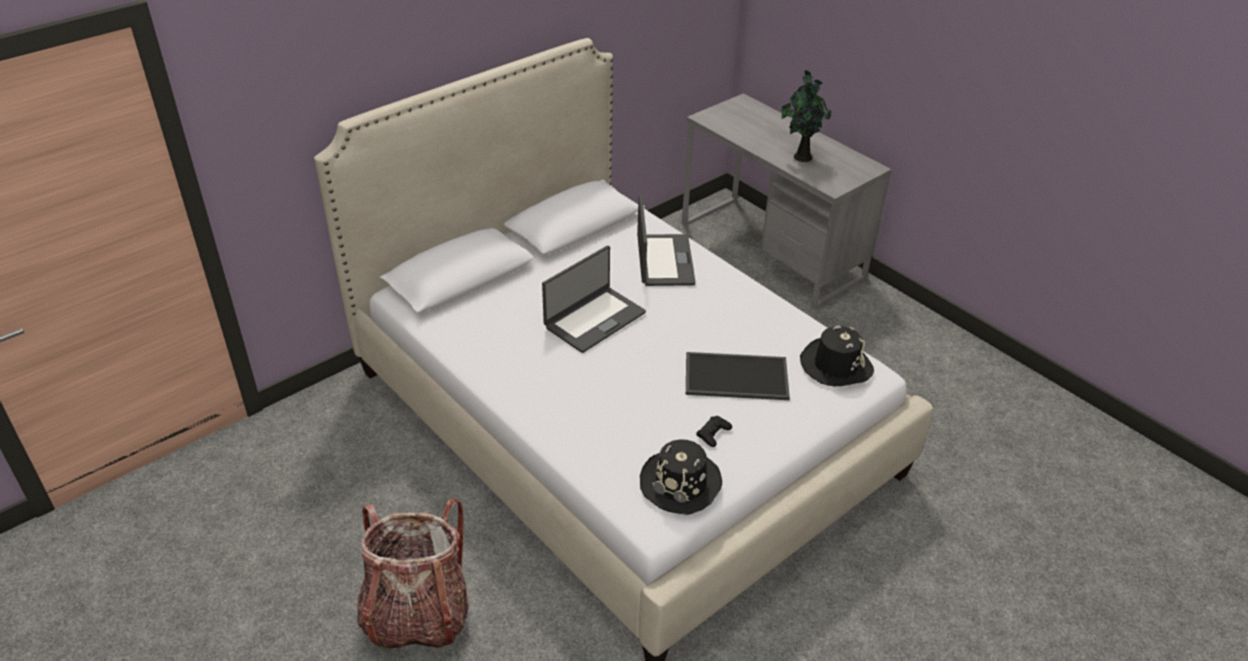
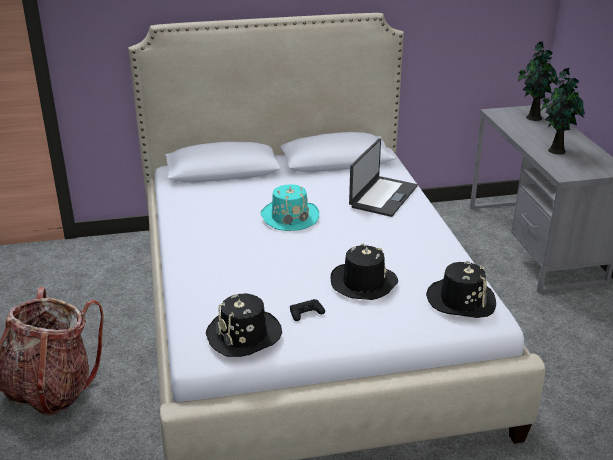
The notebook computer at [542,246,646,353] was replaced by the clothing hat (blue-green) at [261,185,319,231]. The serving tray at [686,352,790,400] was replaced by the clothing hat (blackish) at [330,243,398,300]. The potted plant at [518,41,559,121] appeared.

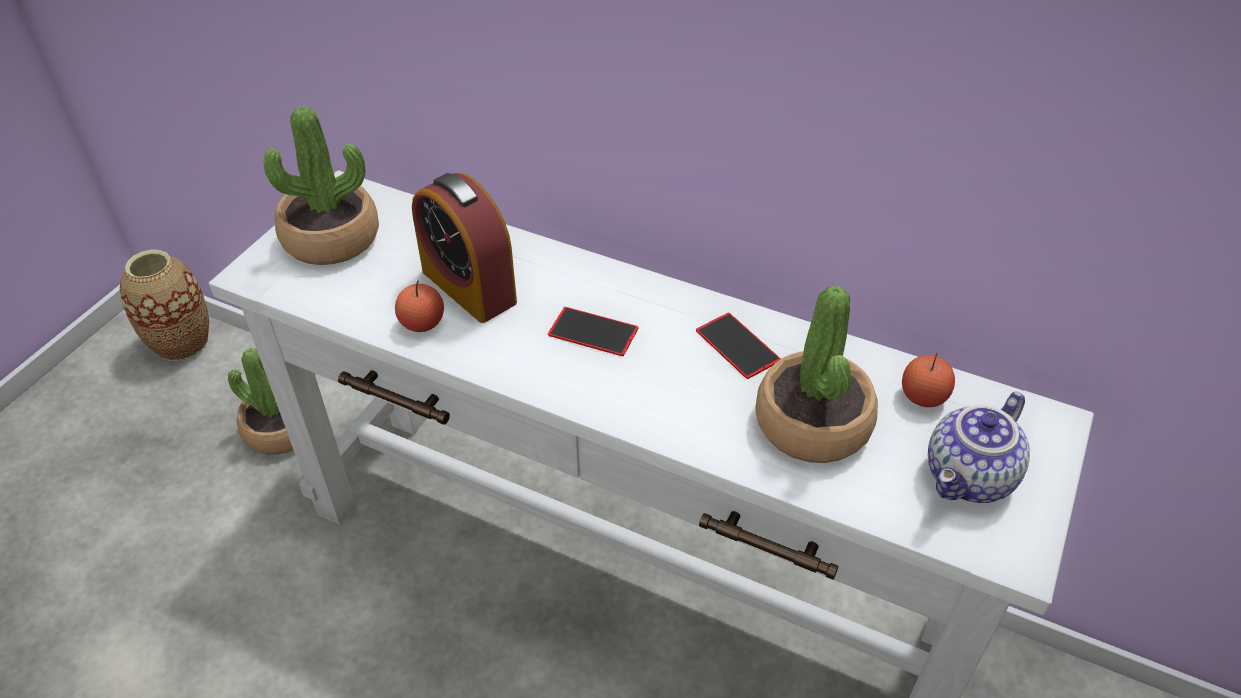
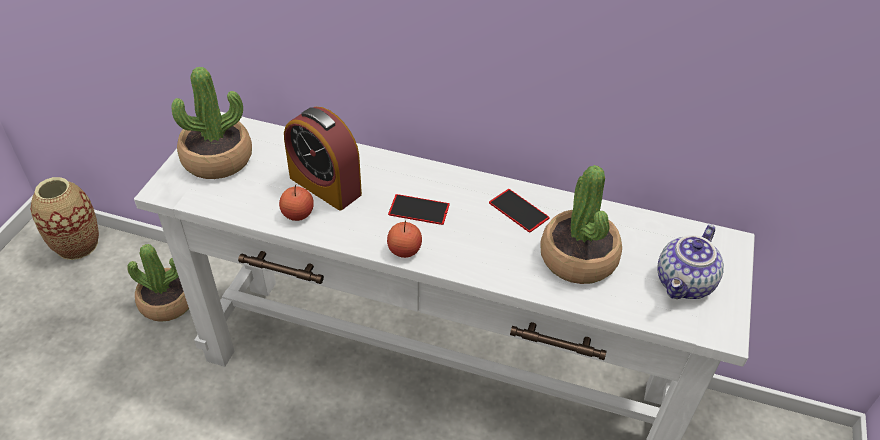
The apple moved from [902,353,955,407] to [387,220,422,258].

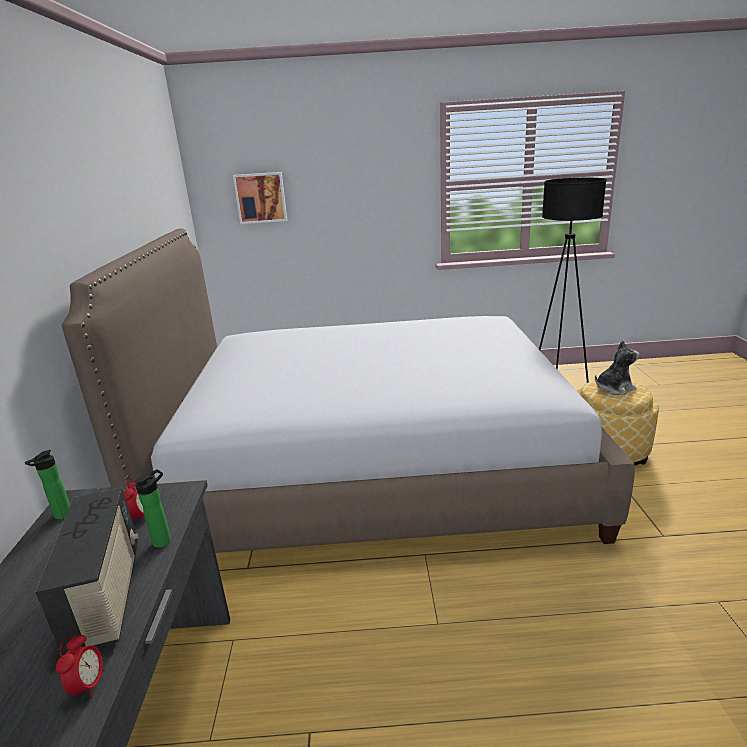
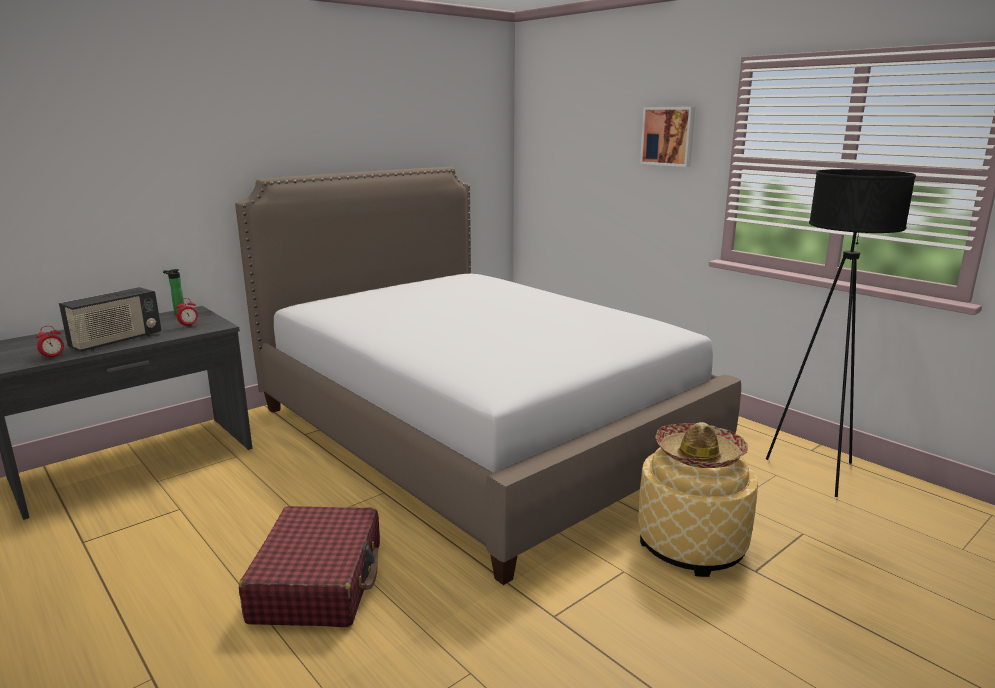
The beverage bottle at [135,469,171,548] disappeared. The wall picture moved from [233,172,287,224] to [640,107,695,167]. The plush toy at [595,340,640,395] was replaced by the clothing hat at [655,422,748,468]. The travel case (red-coloured) at [239,506,380,627] appeared.

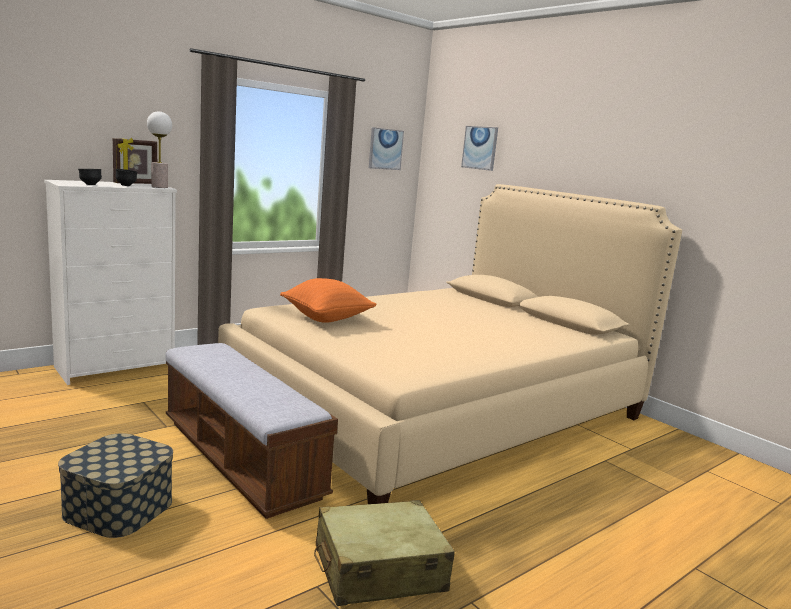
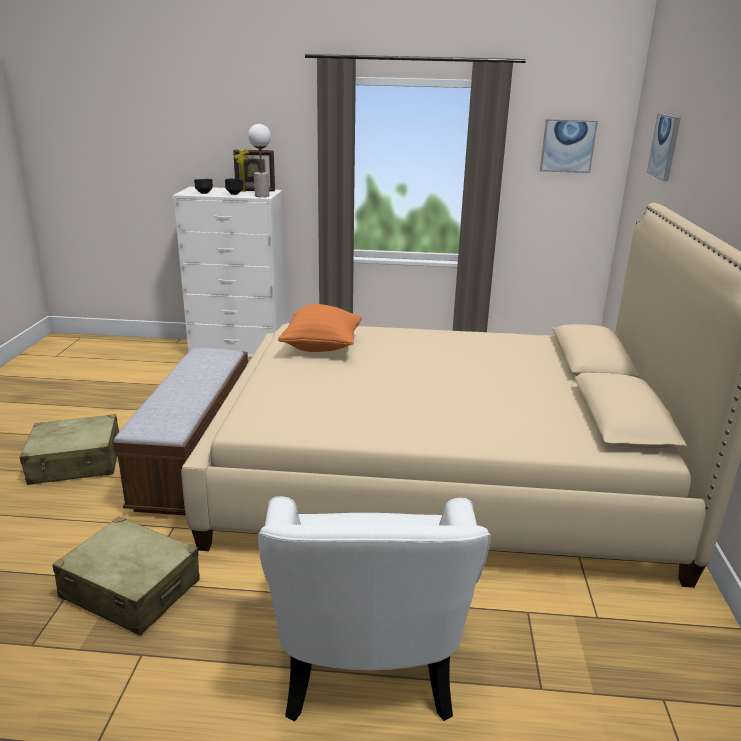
The storage bin at [58,433,173,538] was replaced by the travel case (sand-coloured) at [20,414,119,485]. The lounge chair (whitish) at [258,496,491,721] appeared.

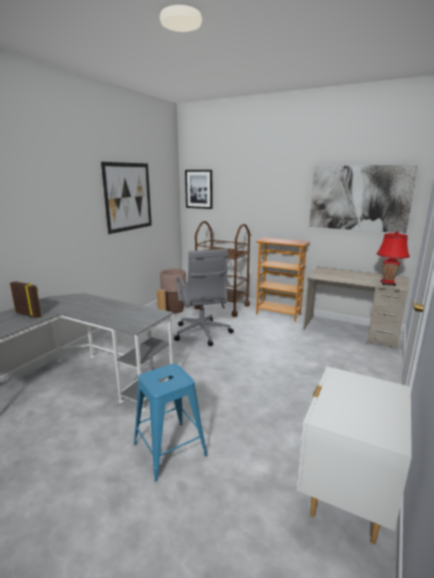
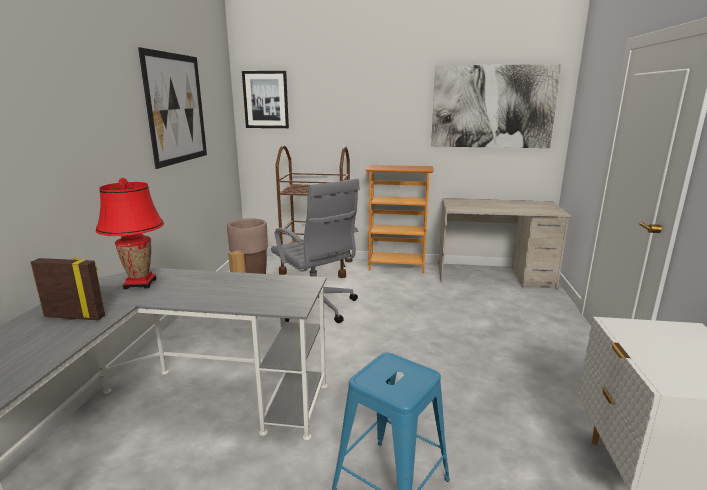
The lamp for a table (red-coloured) moved from [376,231,410,286] to [96,178,164,289].

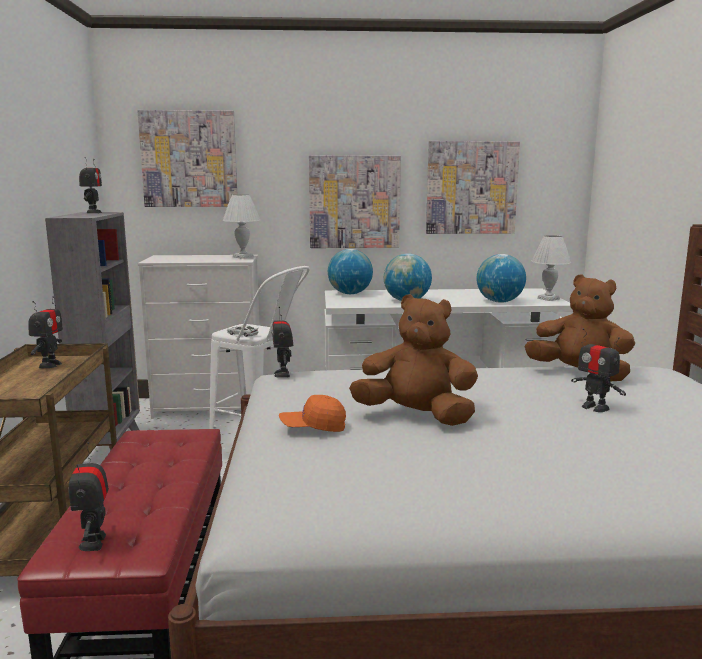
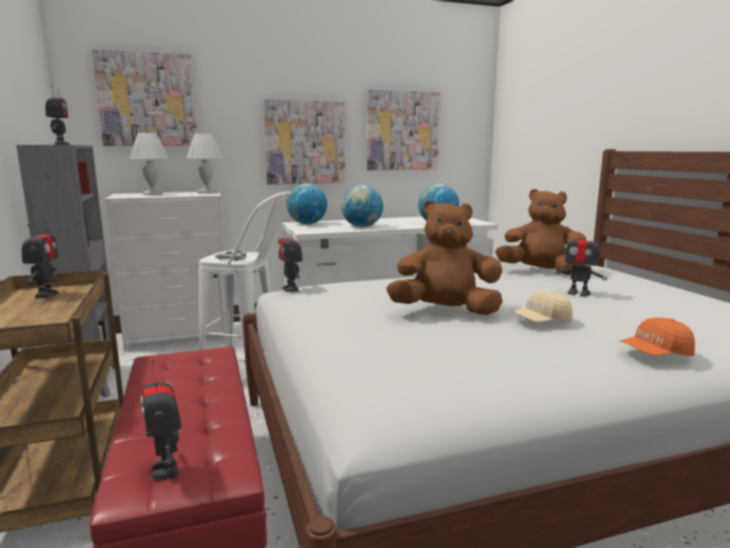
The peaked cap (orange) moved from [279,395,346,432] to [620,317,695,356]. The lamp for a table (whitish) moved from [531,235,571,301] to [129,133,169,196]. The peaked cap (sand-coloured) at [512,291,573,322] appeared.

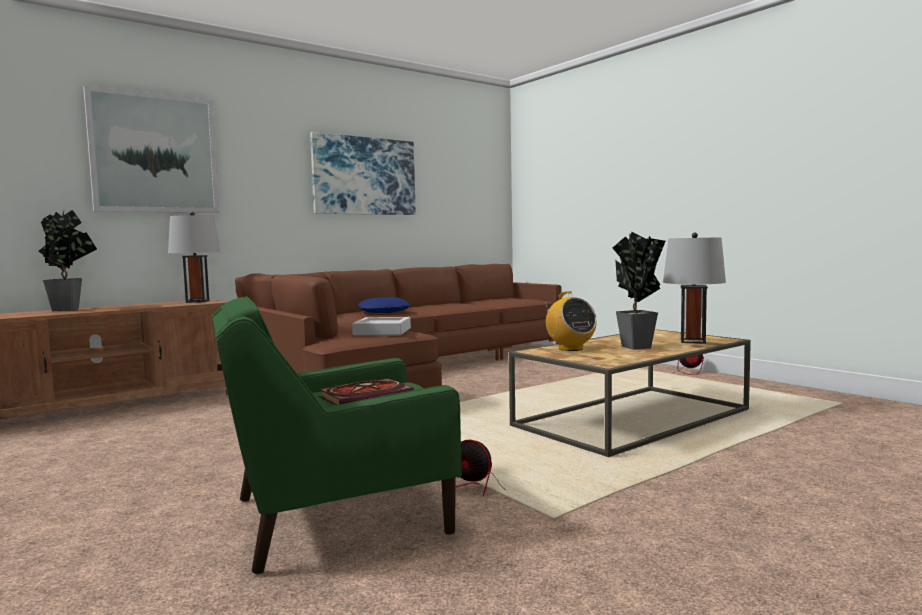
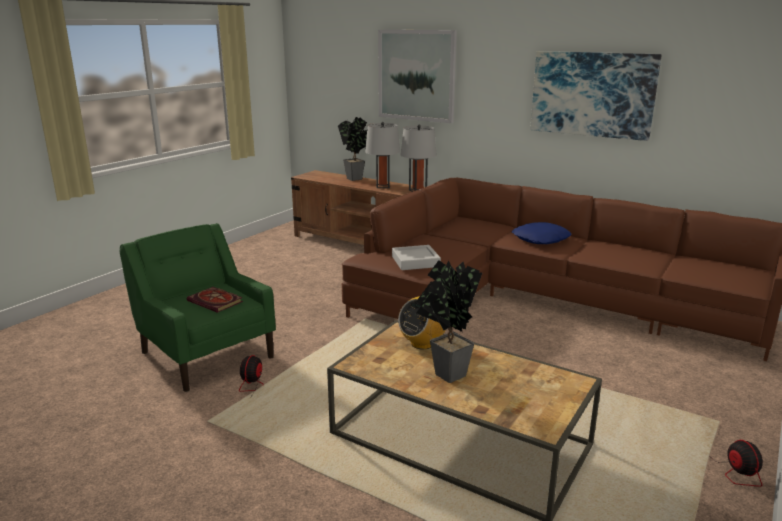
The lamp for a table (gray) moved from [663,232,726,344] to [365,122,400,188].

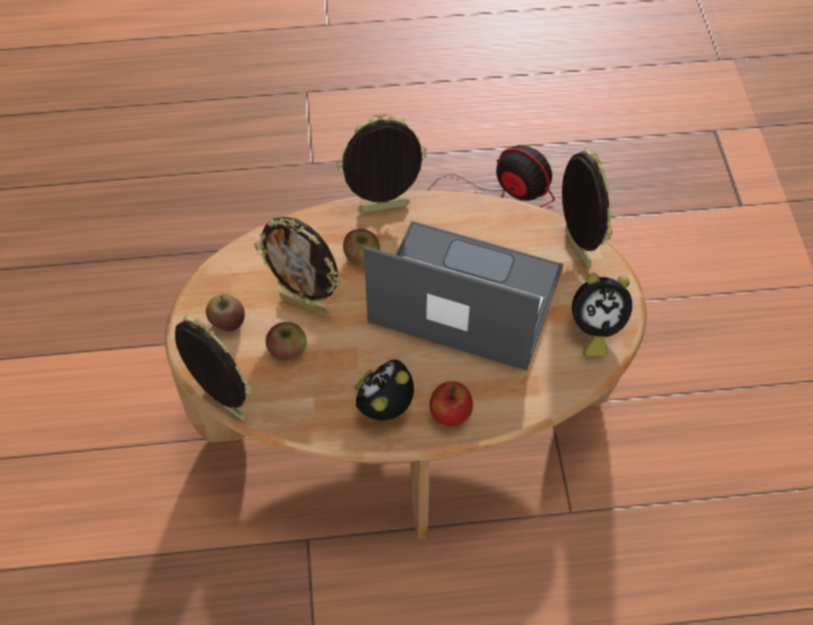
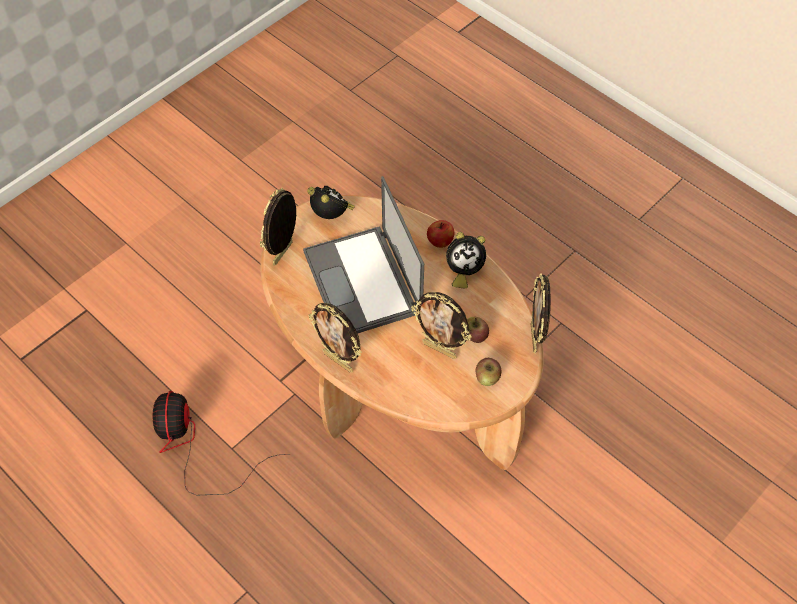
The standing frame at [254,217,342,317] turned 135 degrees clockwise. The apple at [343,229,380,266] disappeared.

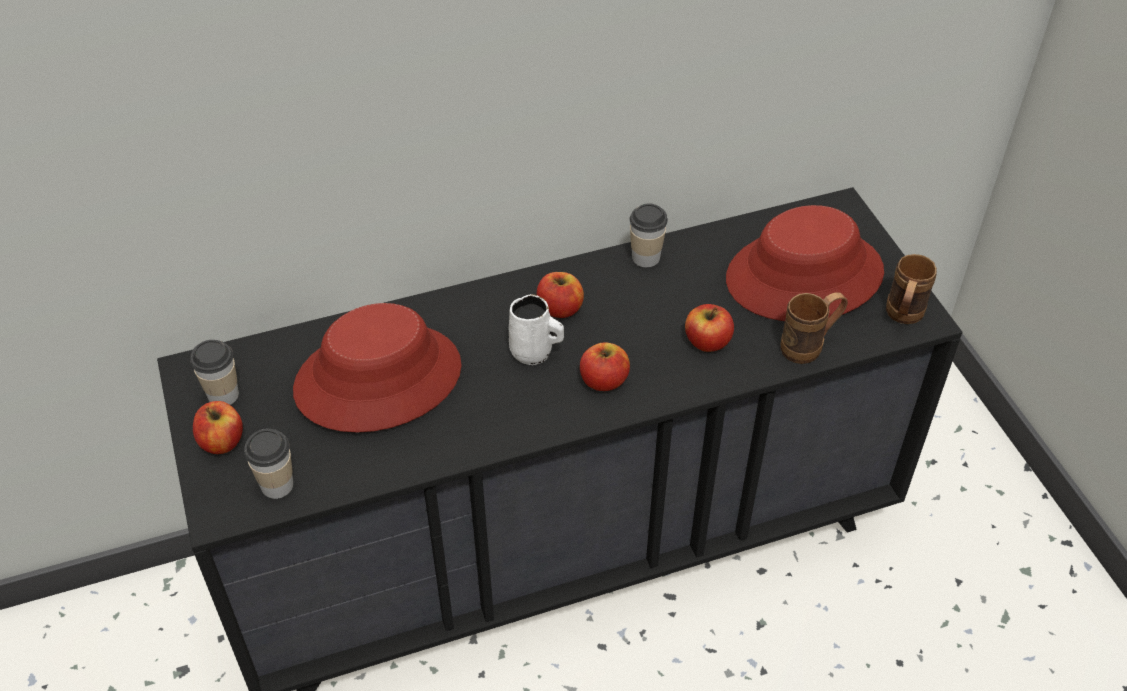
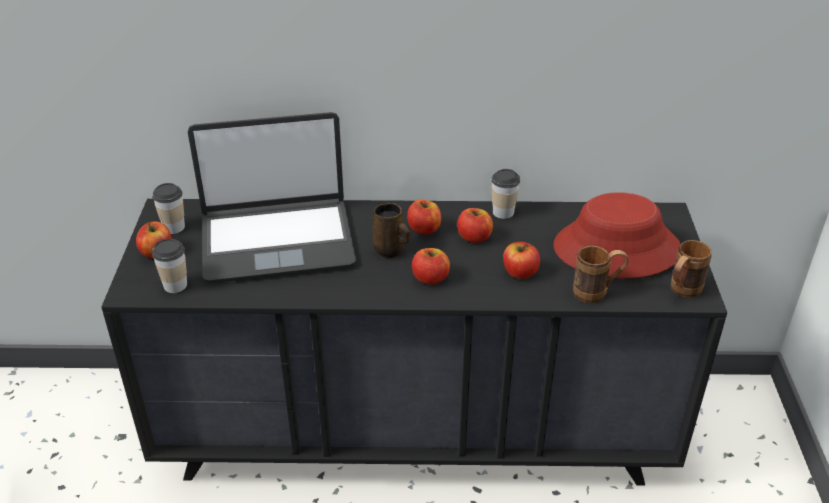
The clothing hat (red-coloured) at [293,303,462,433] was replaced by the notebook computer at [188,112,356,283]. The tea mug (whitish) at [509,294,564,365] became the tea mug (brown) at [372,203,410,258]. The apple at [457,208,493,243] appeared.

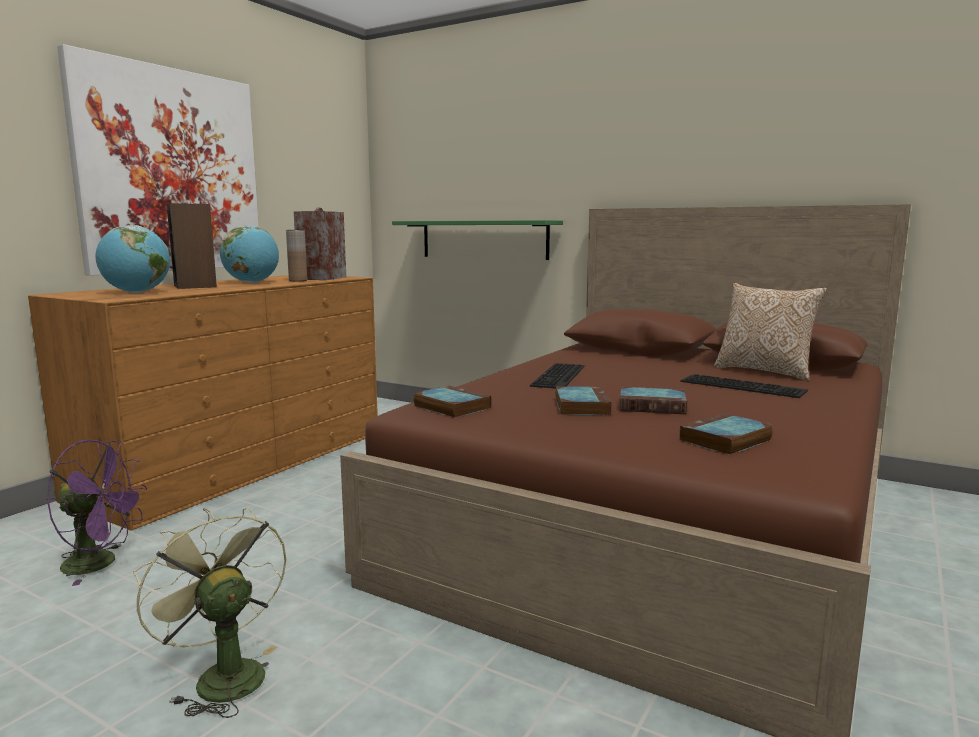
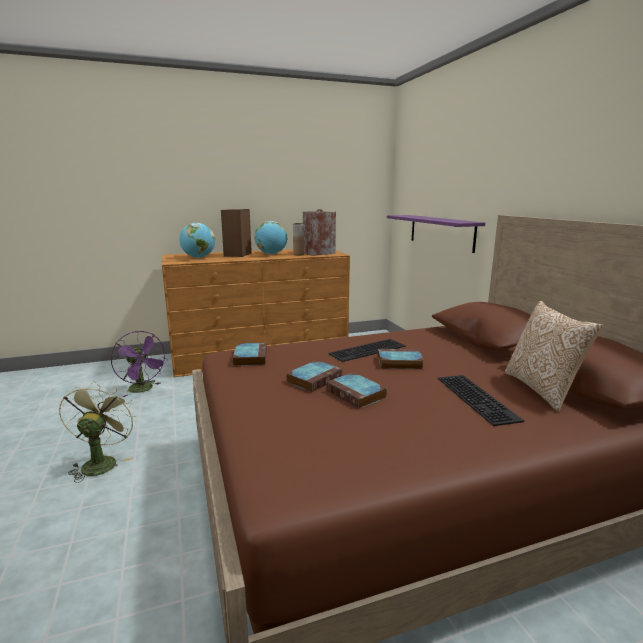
The wall picture at [57,44,259,276] disappeared. The shelf (green) at [392,220,563,260] became the shelf (purple) at [387,215,485,253]. The book moved from [680,413,773,455] to [378,349,424,369].

